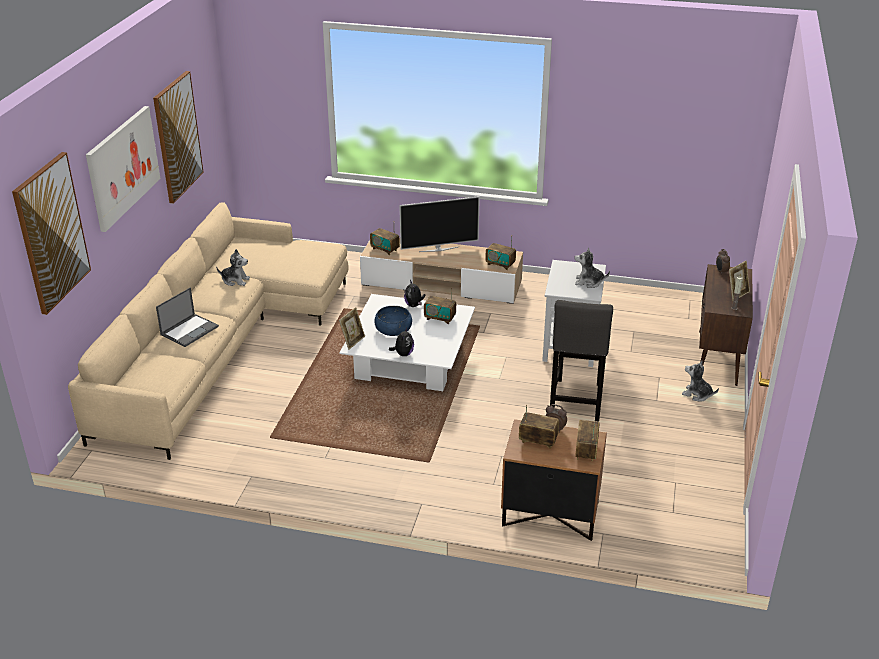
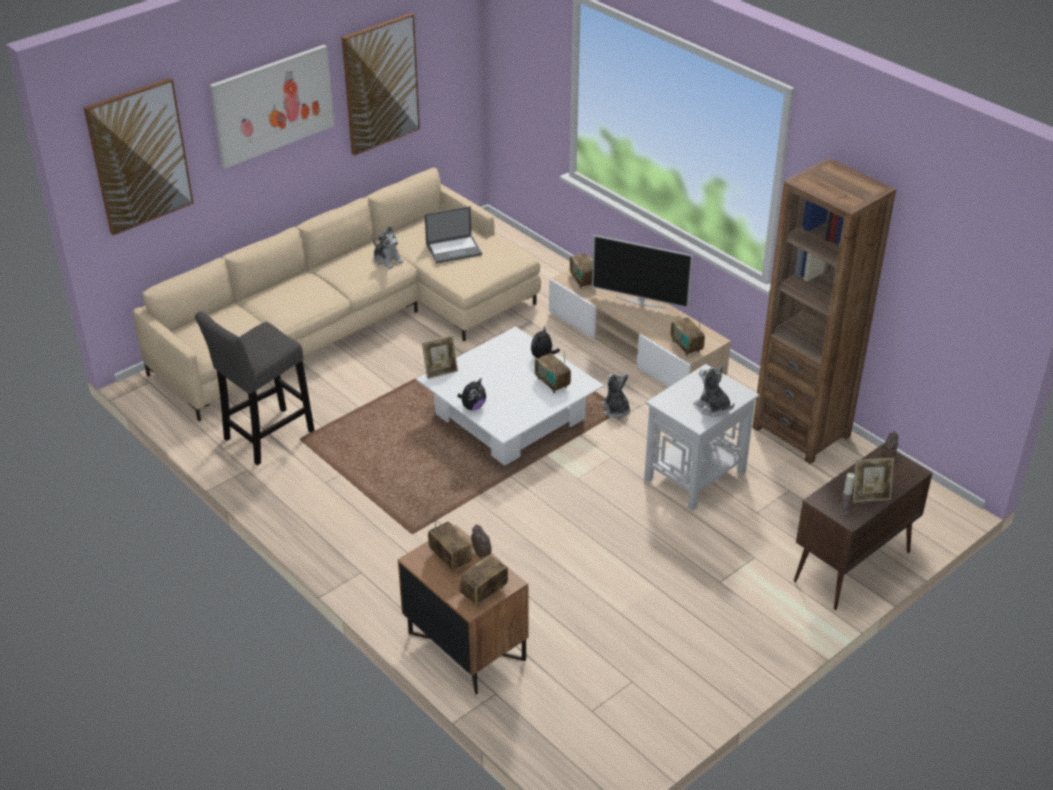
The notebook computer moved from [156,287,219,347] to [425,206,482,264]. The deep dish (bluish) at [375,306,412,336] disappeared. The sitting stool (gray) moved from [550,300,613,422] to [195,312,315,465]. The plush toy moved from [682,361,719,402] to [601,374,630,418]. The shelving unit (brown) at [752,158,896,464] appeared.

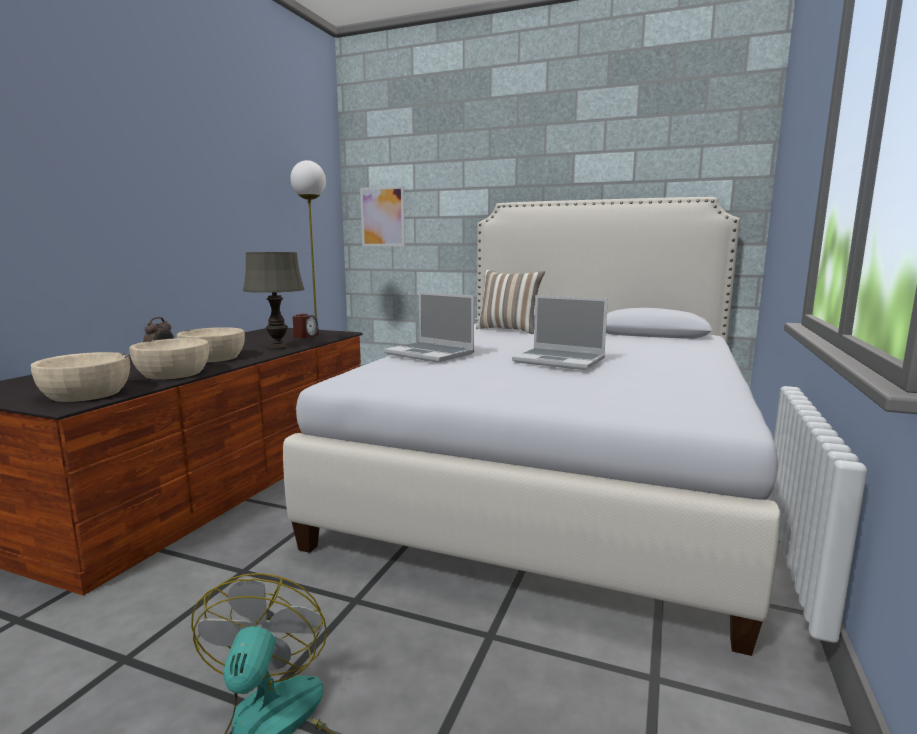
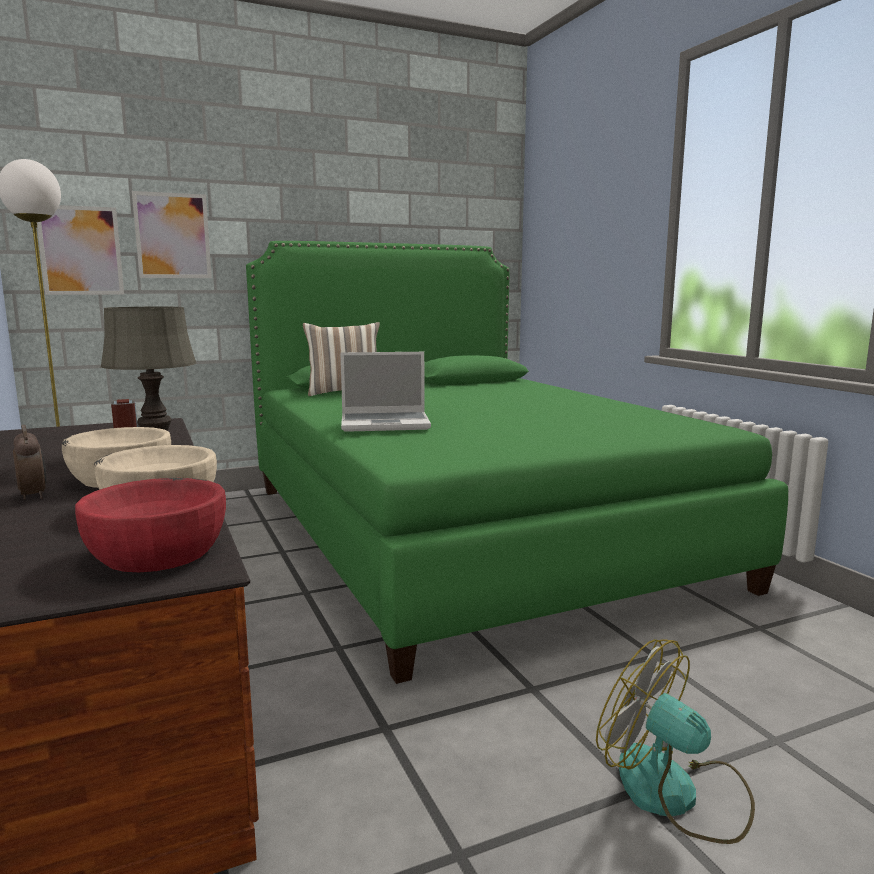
The deep dish (sand-coloured) at [31,352,130,402] became the deep dish (red-coloured) at [75,478,226,572]. The bedroom bed (whitish) at [283,197,780,656] became the bedroom bed (green) at [246,241,788,684]. The notebook computer at [512,295,608,370] disappeared. The wall picture at [132,191,212,278] appeared.

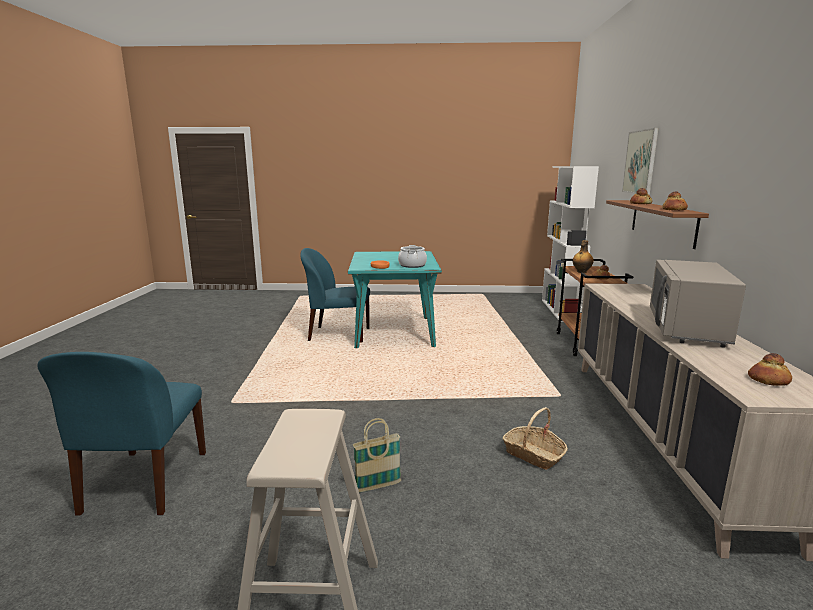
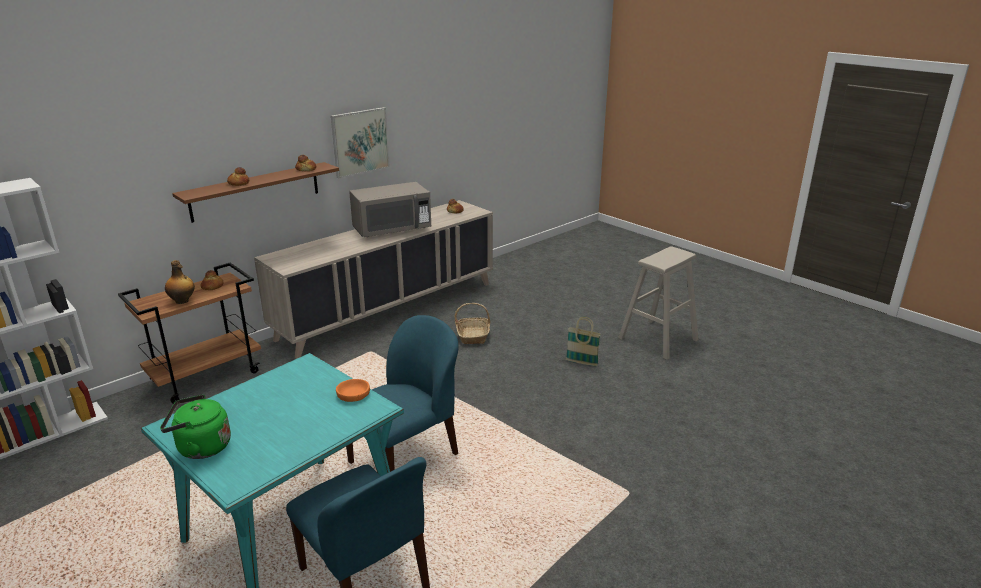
The chair (bluish) moved from [37,352,206,516] to [346,315,459,472]. The stockpot at [398,245,427,268] disappeared. The wall picture moved from [622,128,658,195] to [331,107,390,179]. The water kettle (green) at [160,395,231,459] appeared.

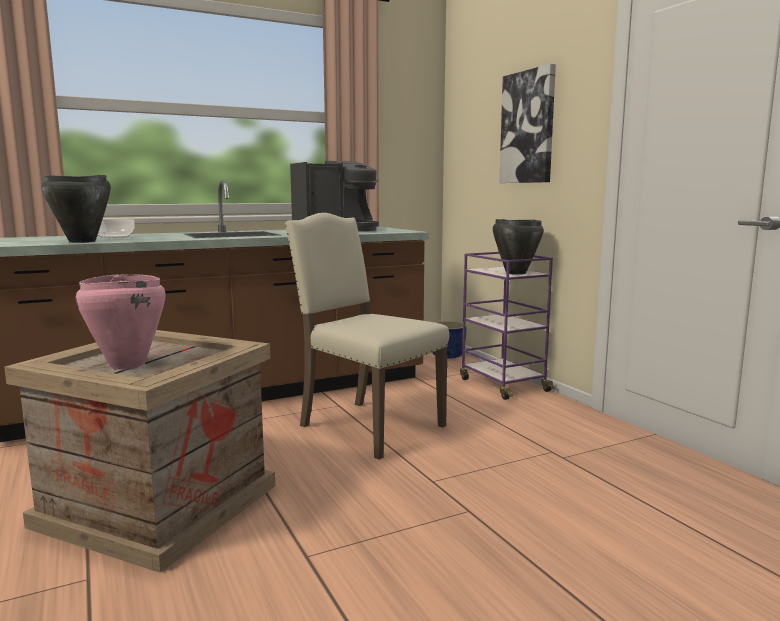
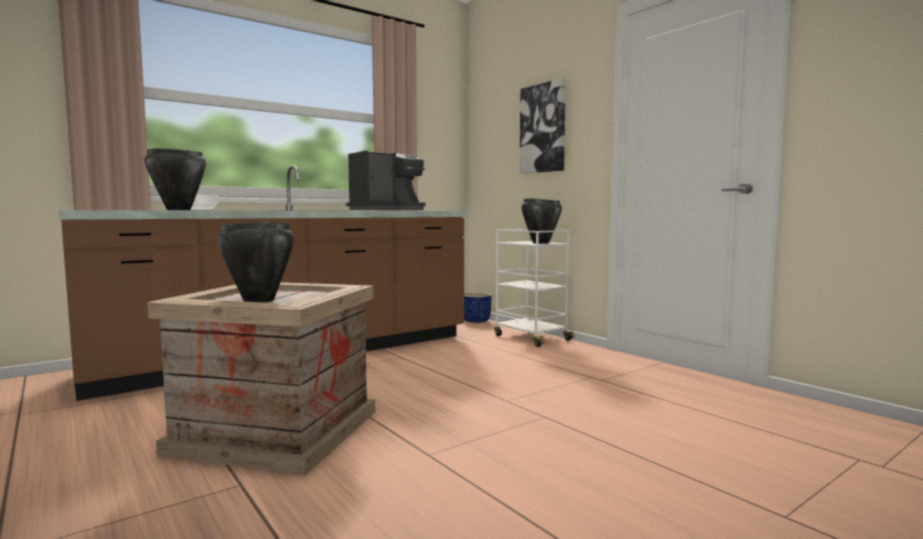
The stockpot (pinkish) at [76,274,166,370] became the stockpot (blackish) at [217,222,294,303]. The chair (sand-coloured) at [285,213,449,459] disappeared. The cart (purple) at [460,252,555,400] became the cart (whitish) at [494,229,575,347].

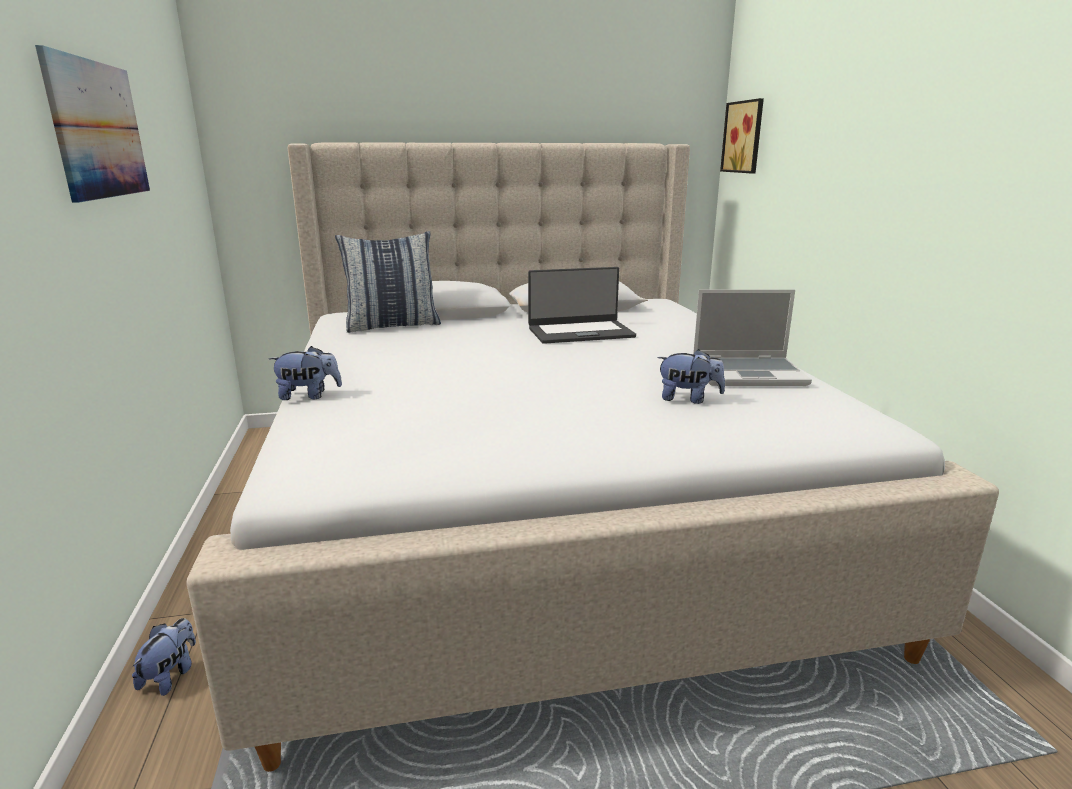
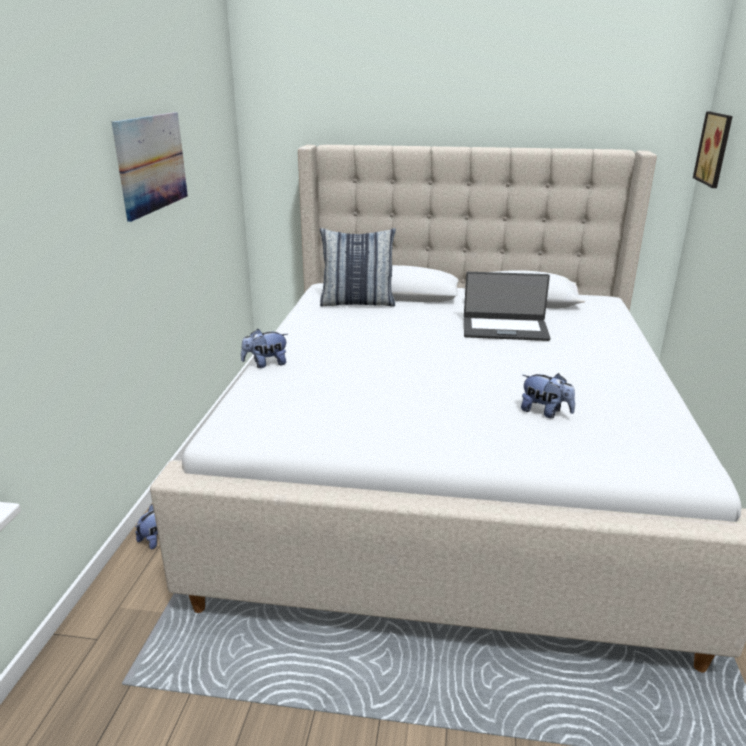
The plush toy at [269,346,342,400] turned 150 degrees clockwise. The notebook computer at [693,289,812,386] disappeared.

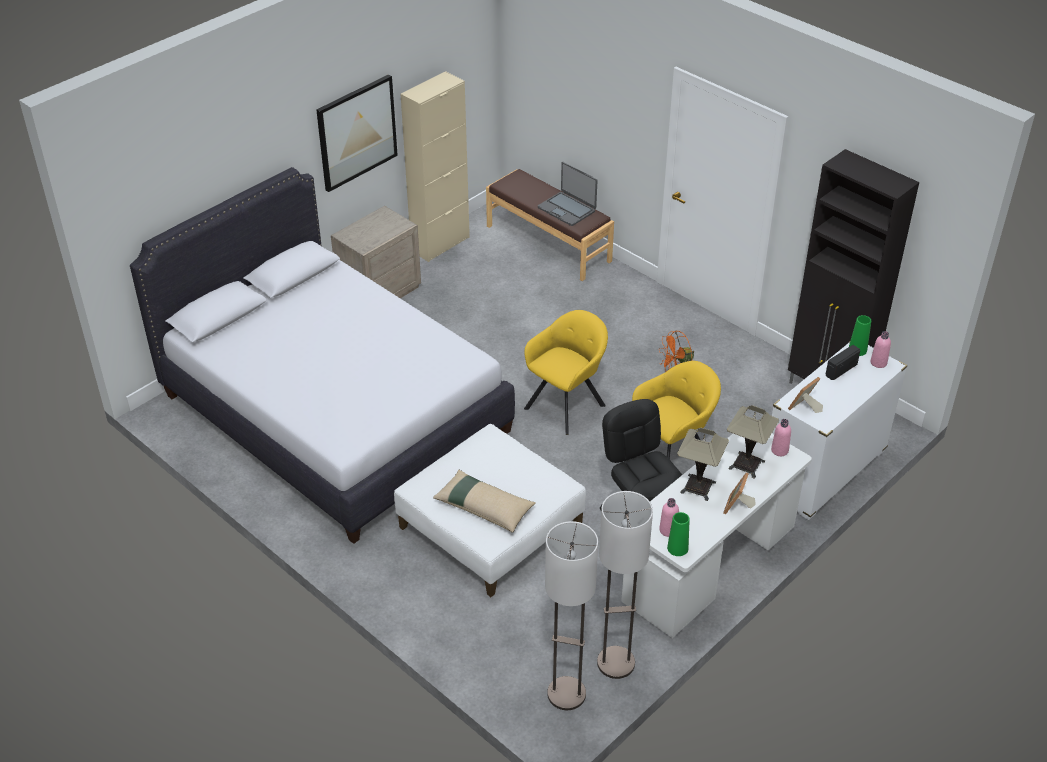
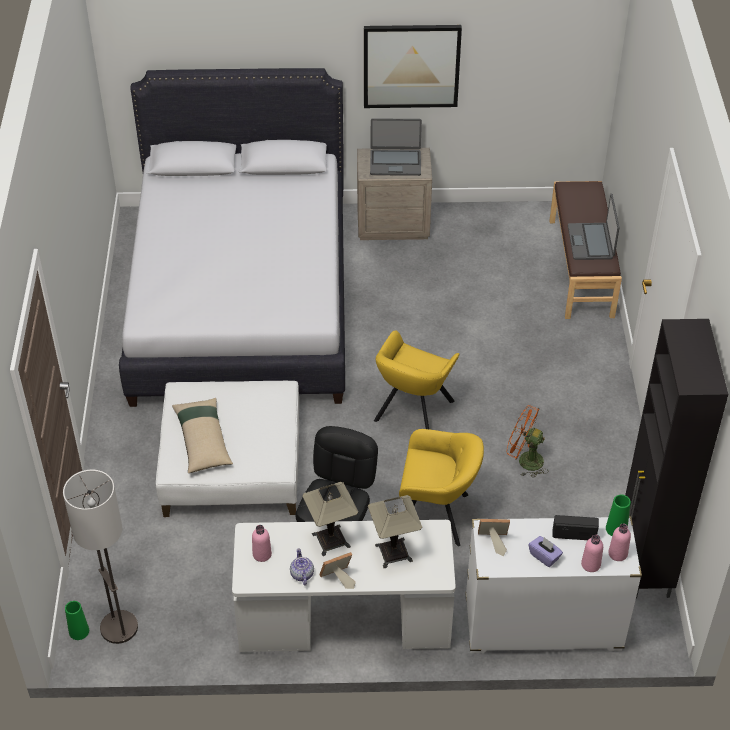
The cabinet (sand-coloured) at [401,71,470,262] disappeared. The lounge chair (yellow-coloured) at [524,310,608,435] turned 120 degrees clockwise. The standard lamp at [597,491,653,679] disappeared. The vase (green) moved from [667,512,690,556] to [65,601,89,640]. The beverage bottle (pinkish) moved from [771,419,791,456] to [581,534,603,572]. The tea pot at [290,548,314,586] appeared. The notebook computer at [370,118,422,176] appeared. The tissue box (purple) at [529,536,563,567] appeared.

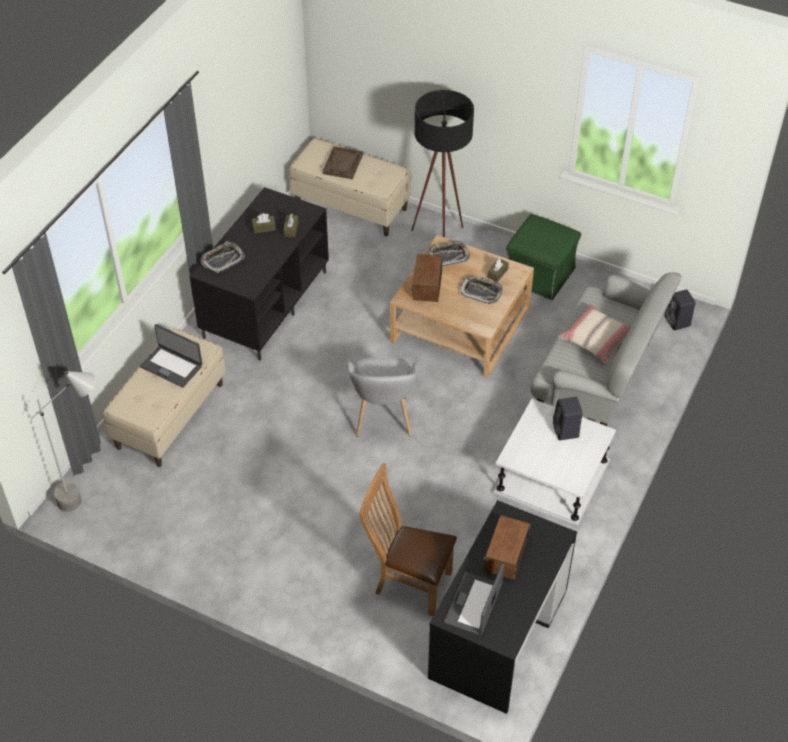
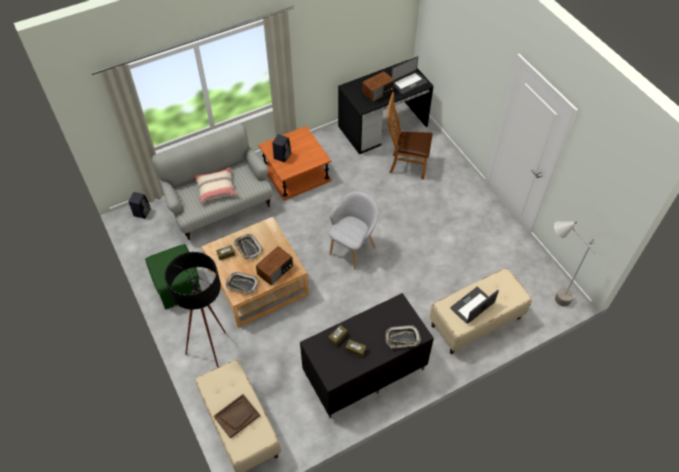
The notebook computer at [140,324,202,388] turned 105 degrees counterclockwise. The chair (brown) at [359,463,457,616] turned 135 degrees clockwise. The accent table (whitish) at [493,399,616,527] became the accent table (orange) at [258,126,332,201].

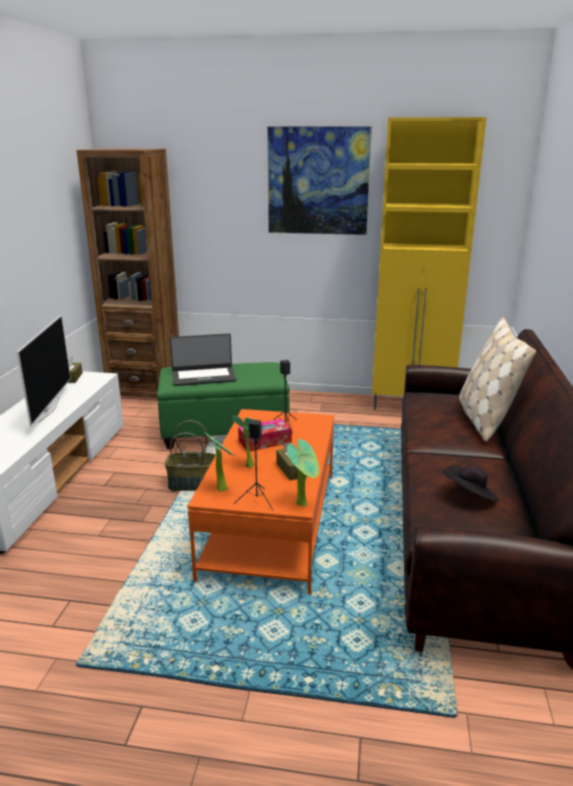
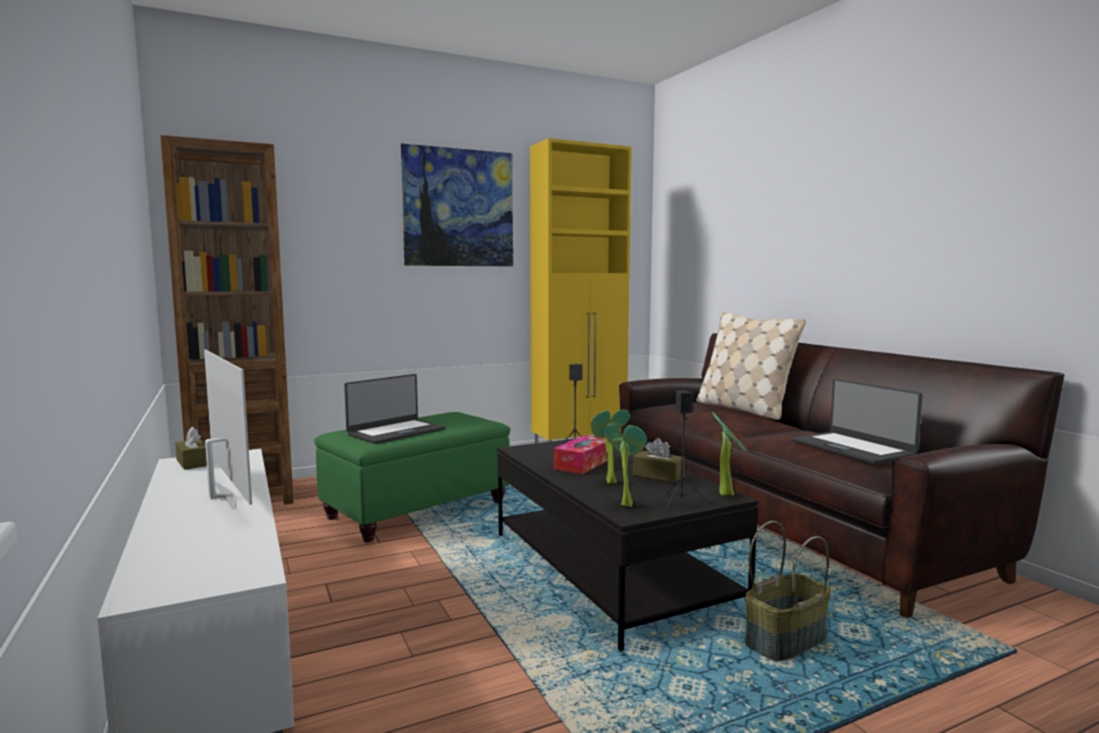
The basket moved from [165,420,216,491] to [745,521,832,661]. The low table (orange) at [187,409,334,594] became the low table (blackish) at [497,436,758,651]. The clothing hat (blackish) at [443,465,499,502] was replaced by the notebook computer at [792,379,922,464].

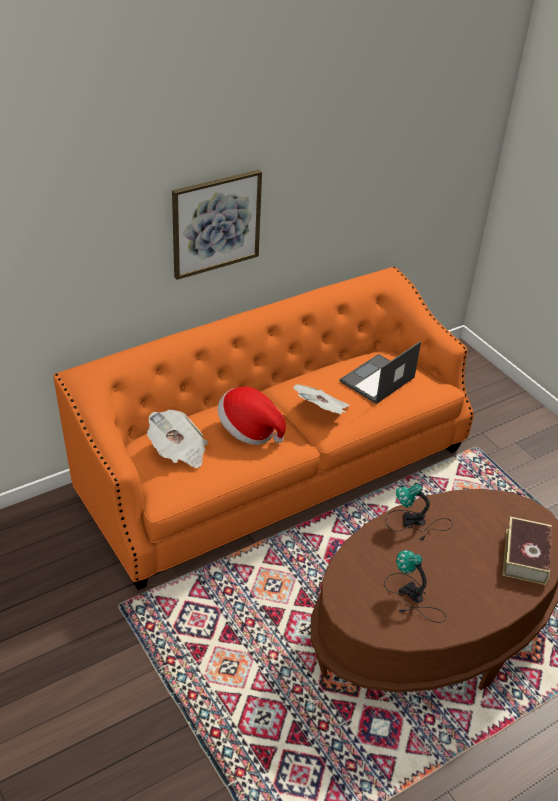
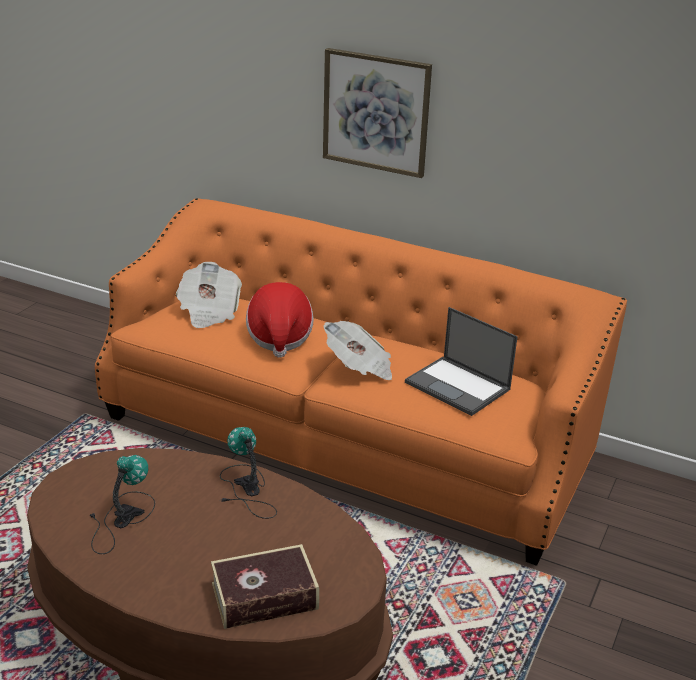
The notebook computer at [340,341,421,404] turned 150 degrees counterclockwise.

